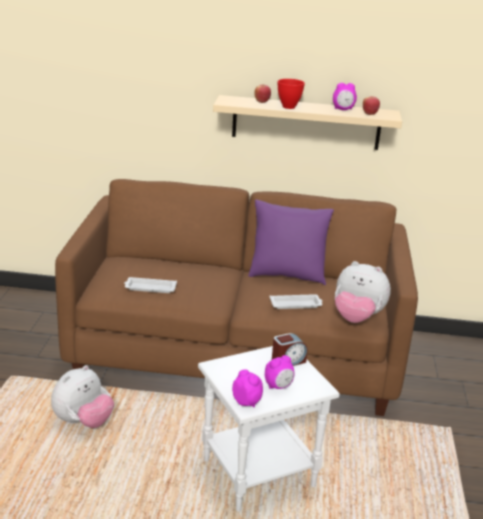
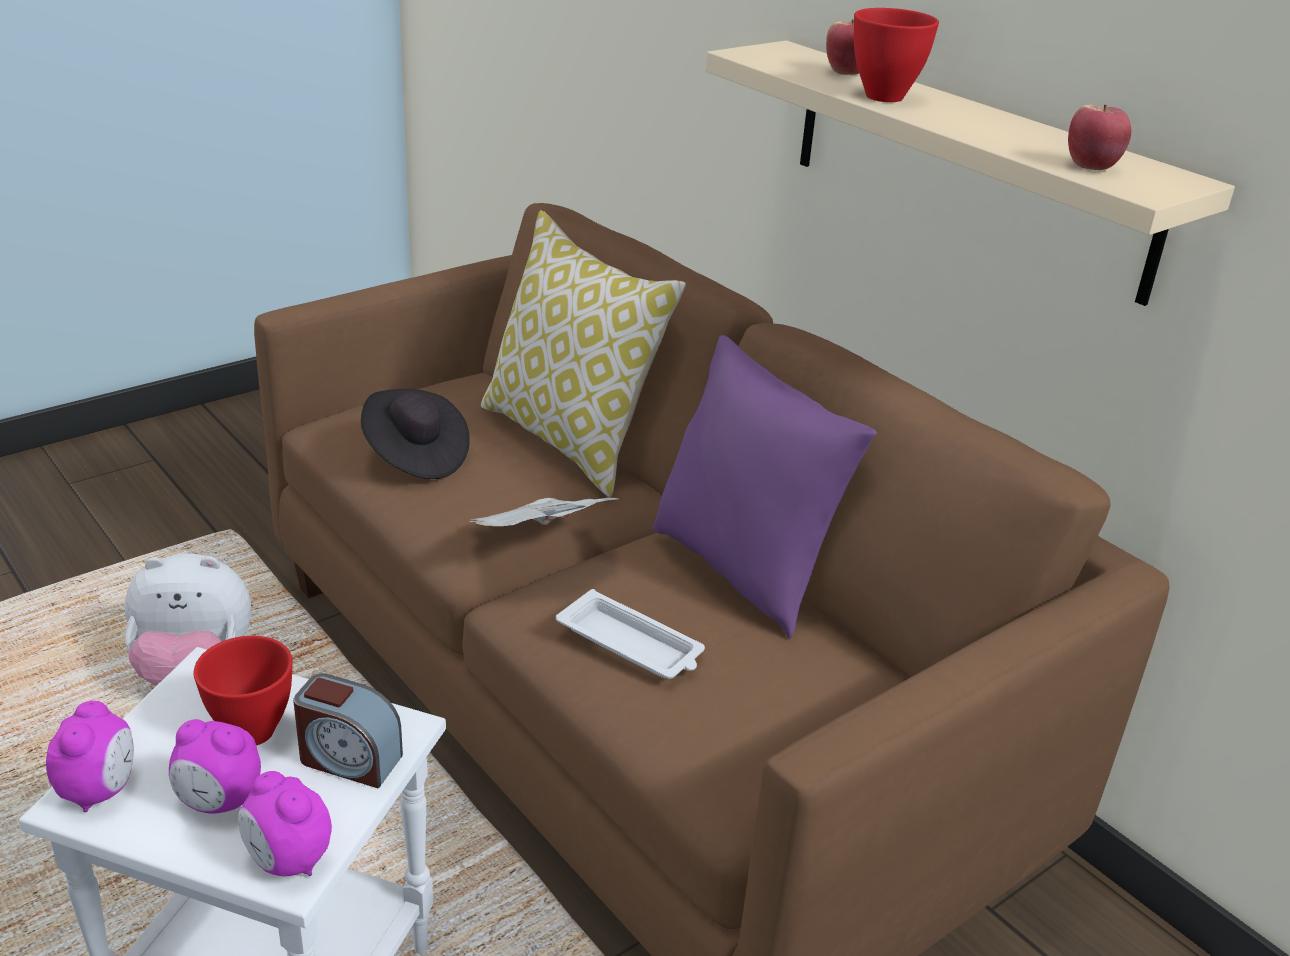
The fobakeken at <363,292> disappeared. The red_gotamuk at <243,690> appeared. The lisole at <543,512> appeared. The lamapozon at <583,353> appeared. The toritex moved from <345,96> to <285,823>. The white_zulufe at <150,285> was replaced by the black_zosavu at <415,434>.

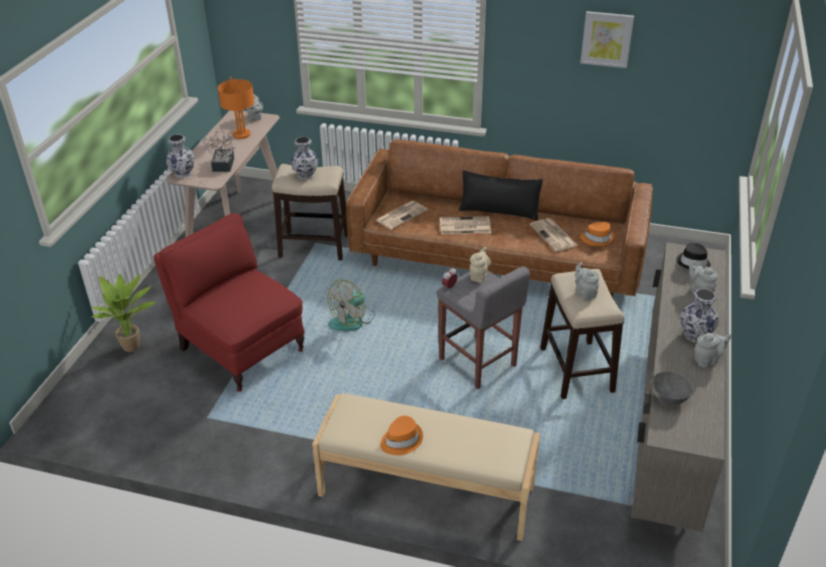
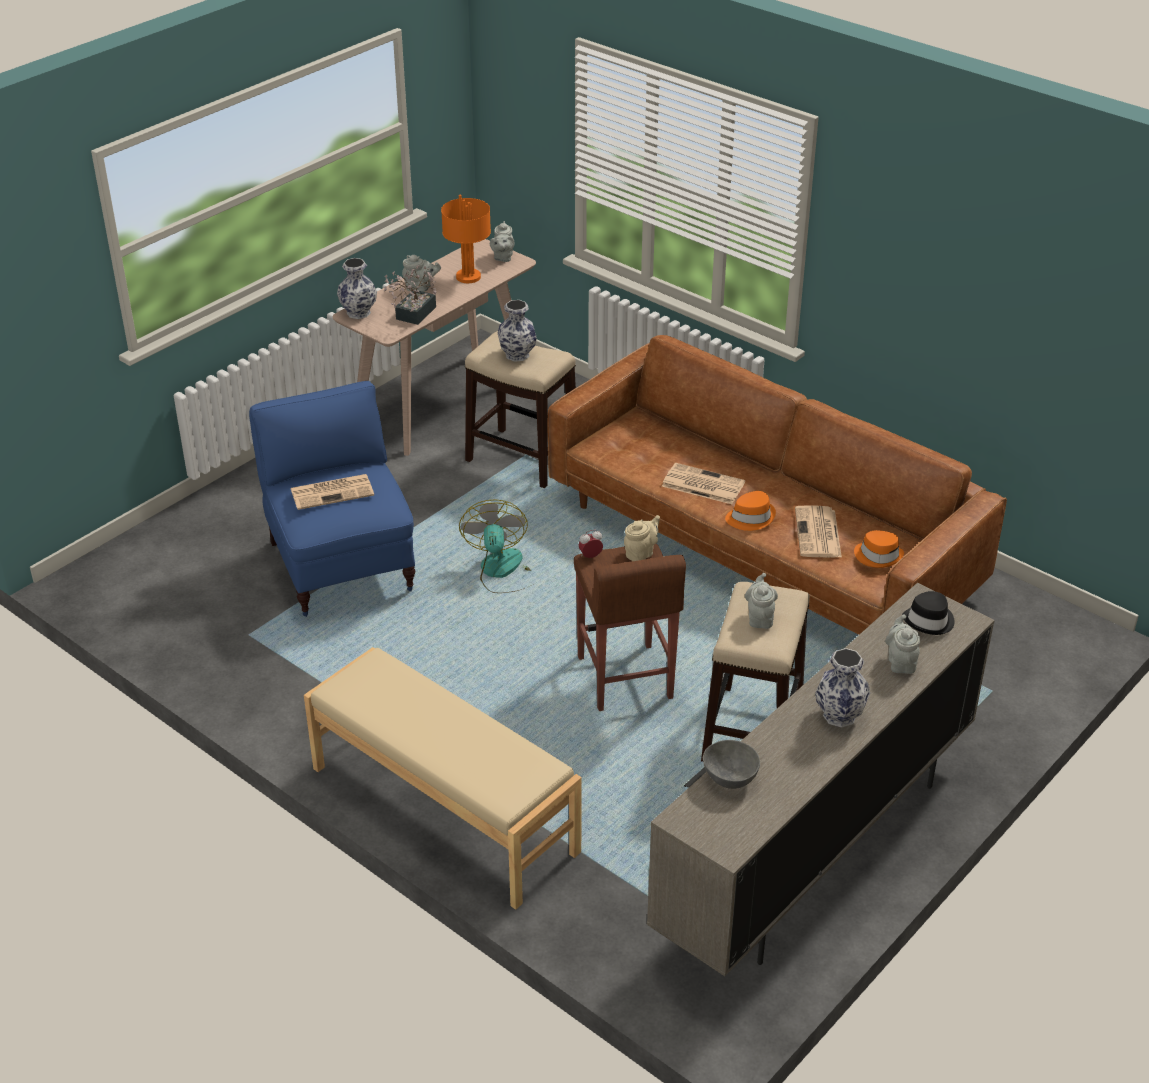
The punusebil at <123,313> disappeared. The black_lamapozon at <501,195> disappeared. The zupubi at <607,39> disappeared. The lisole moved from <401,215> to <332,492>. The orange_zosavu moved from <401,435> to <750,511>. The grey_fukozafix moved from <713,350> to <421,273>. The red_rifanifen at <229,302> became the blue_rifanifen at <332,499>. The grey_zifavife at <483,327> became the brown_zifavife at <630,627>. The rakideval at <351,305> turned 105 degrees clockwise.

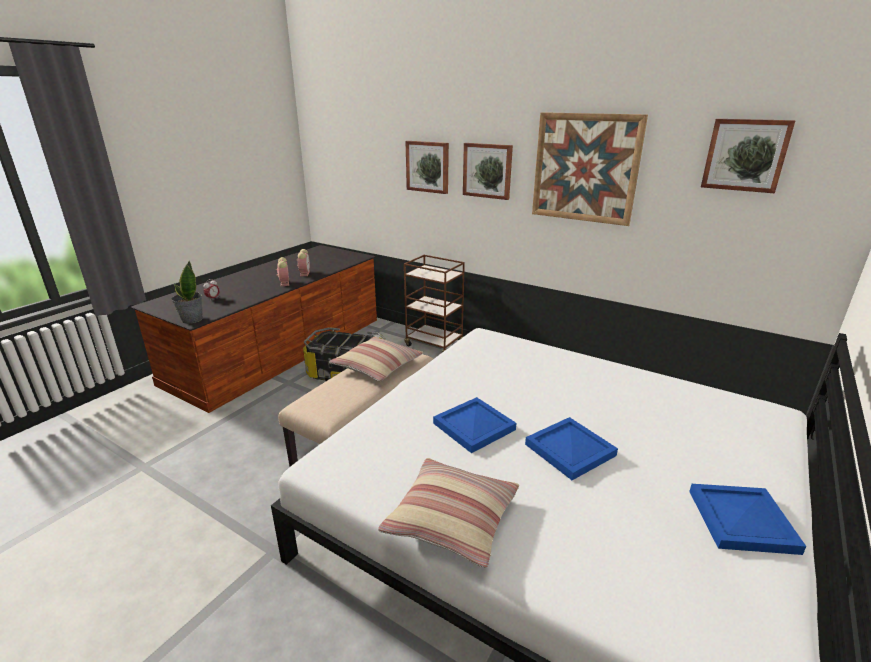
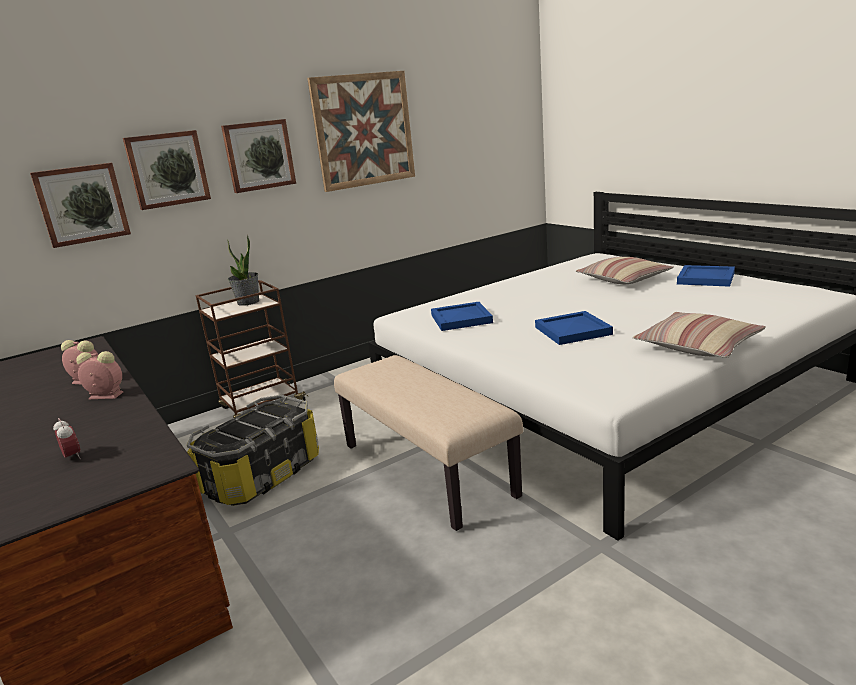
The punusebil moved from <187,292> to <243,270>. The lamapozon moved from <376,358> to <625,270>. The blue_zulufe moved from <571,448> to <462,316>. The zupubi moved from <748,156> to <80,205>.

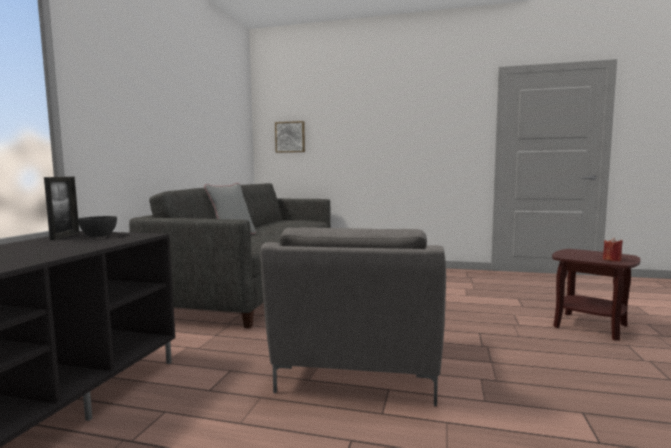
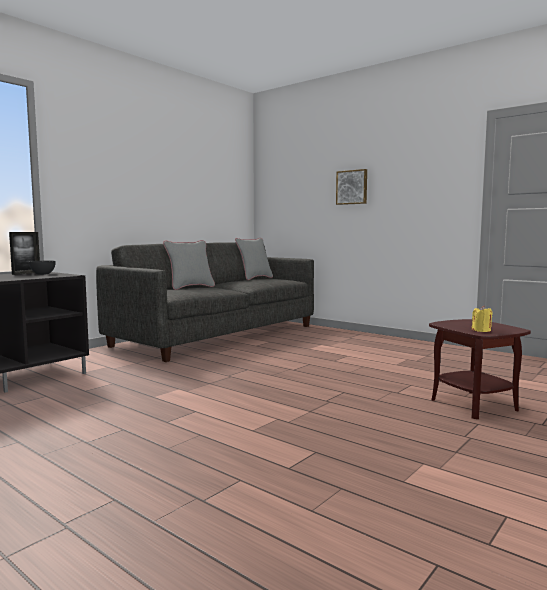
The grey_rifanifen at <353,316> disappeared. The grey_lamapozon at <254,259> appeared. The zupubi moved from <290,137> to <351,187>. The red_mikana at <613,249> became the yellow_mikana at <482,319>.

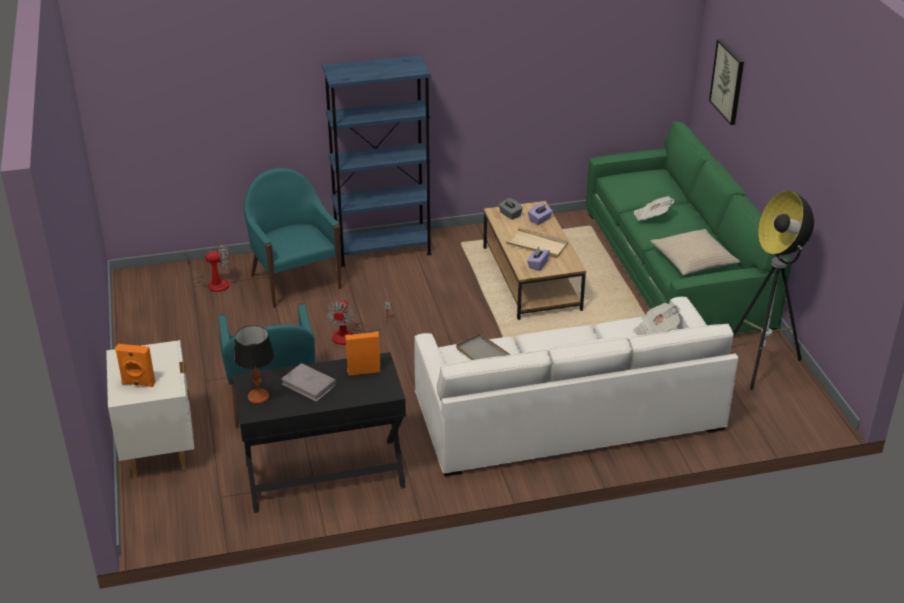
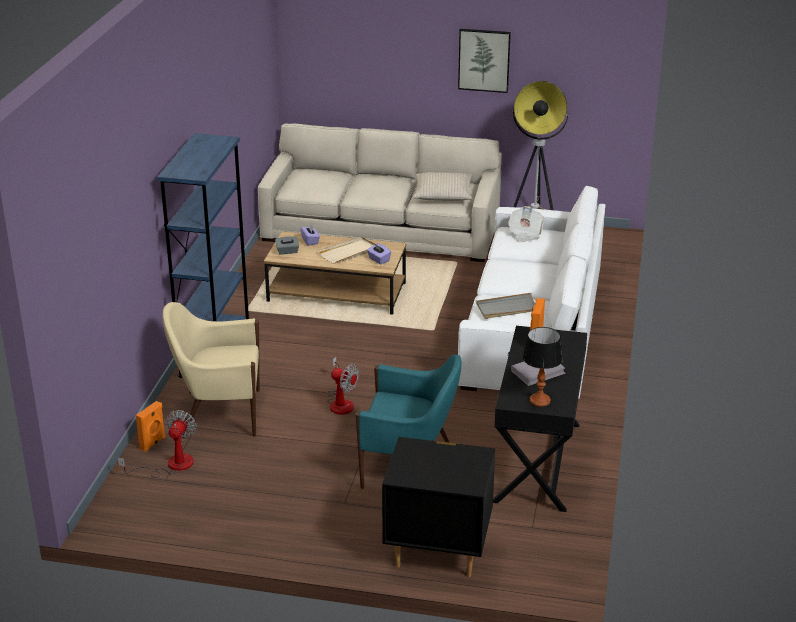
The lisole at <654,208> disappeared. The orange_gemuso moved from <135,365> to <150,426>. The zupubi moved from <726,82> to <484,61>. The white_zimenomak at <150,409> became the black_zimenomak at <438,507>. The turquoise_rifanifen at <292,238> became the beige_rifanifen at <211,370>. The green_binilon at <689,227> became the beige_binilon at <380,193>.

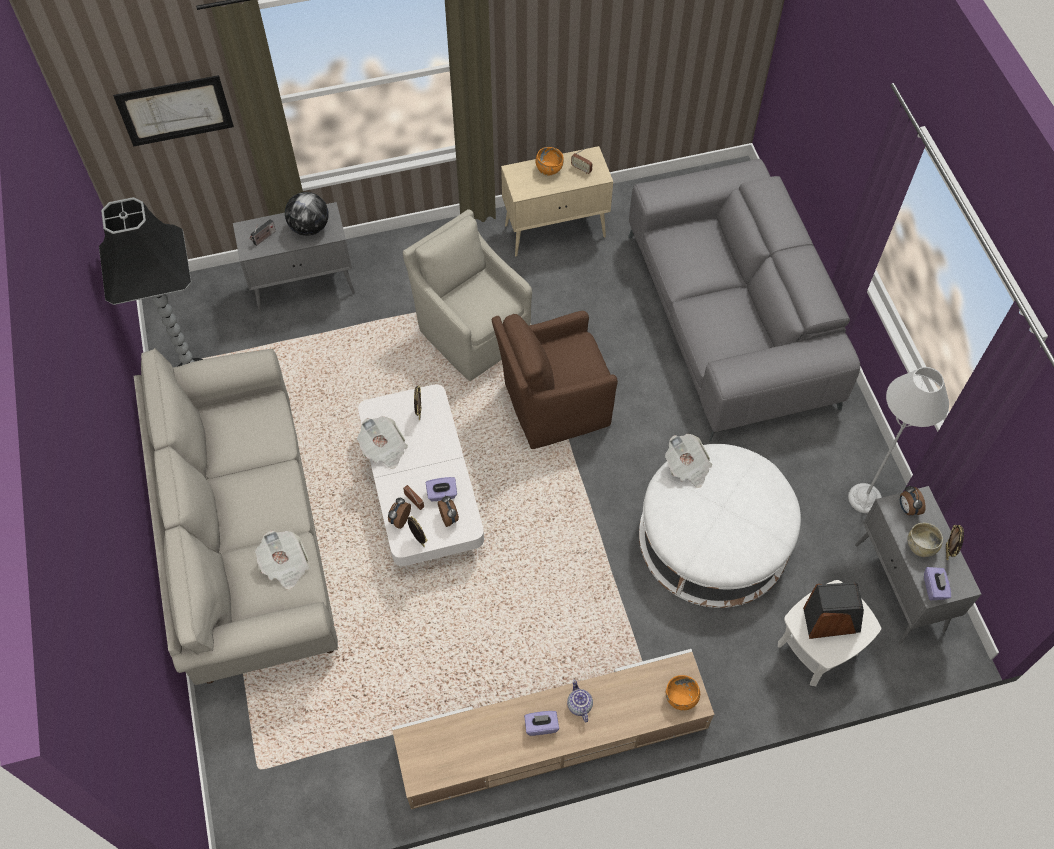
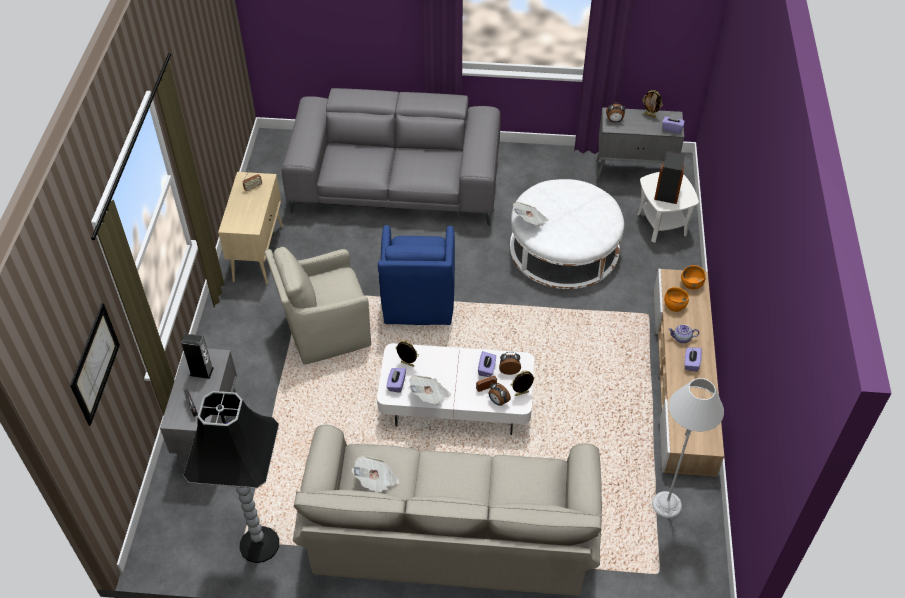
The beige_gotamuk at <925,540> disappeared. The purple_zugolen at <396,380> appeared. The lisole moved from <282,560> to <375,474>. The orange_gotamuk moved from <549,161> to <676,299>. The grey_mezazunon moved from <898,440> to <688,448>. The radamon at <307,214> was replaced by the gemuso at <197,356>. The brown_rifanifen at <555,380> became the blue_rifanifen at <416,275>.

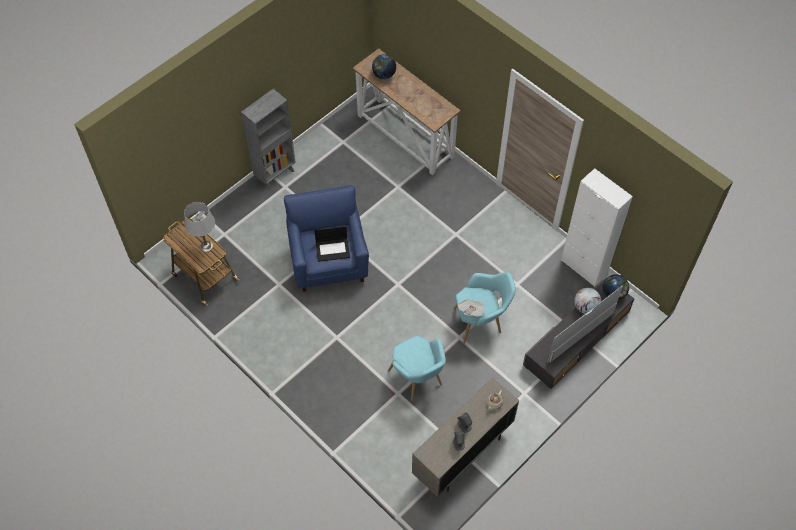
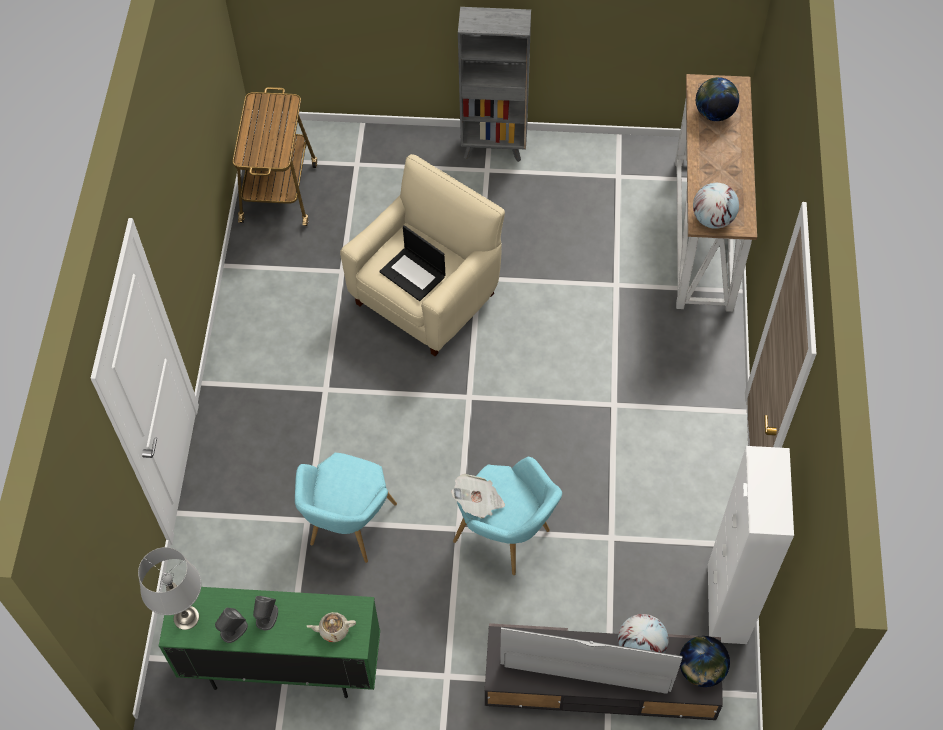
The radamon at <716,206> appeared. The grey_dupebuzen moved from <199,227> to <169,588>. The blue_rifanifen at <326,238> became the beige_rifanifen at <422,255>. The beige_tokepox at <465,437> became the green_tokepox at <269,641>.

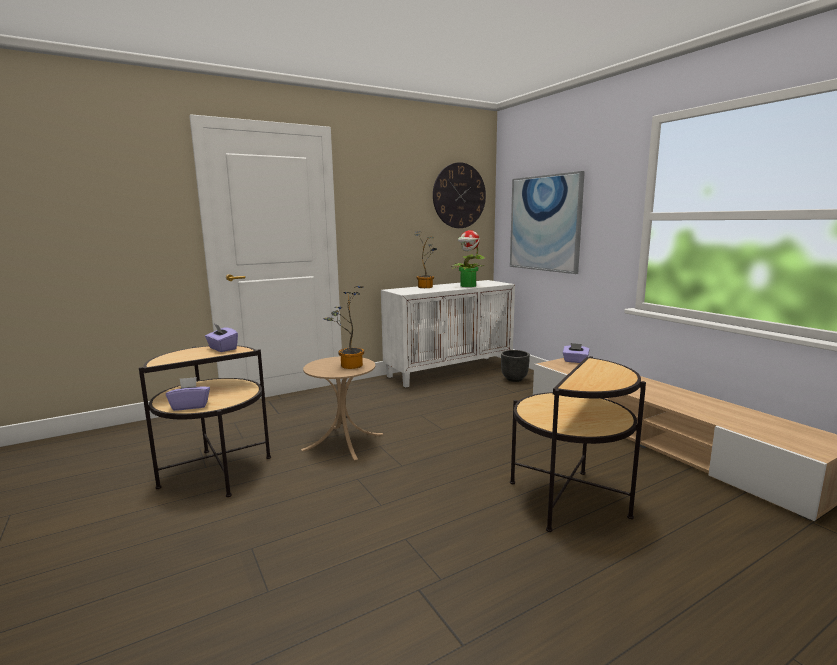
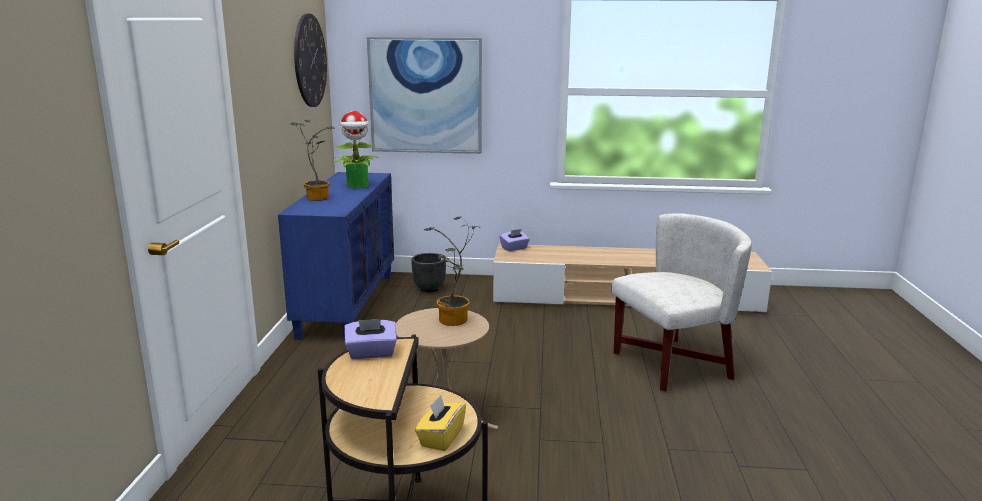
The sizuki at <578,444> was replaced by the white_rifanifen at <681,302>. The purple_zugolen at <188,394> became the yellow_zugolen at <440,423>. The white_tokepox at <448,334> became the blue_tokepox at <336,257>.

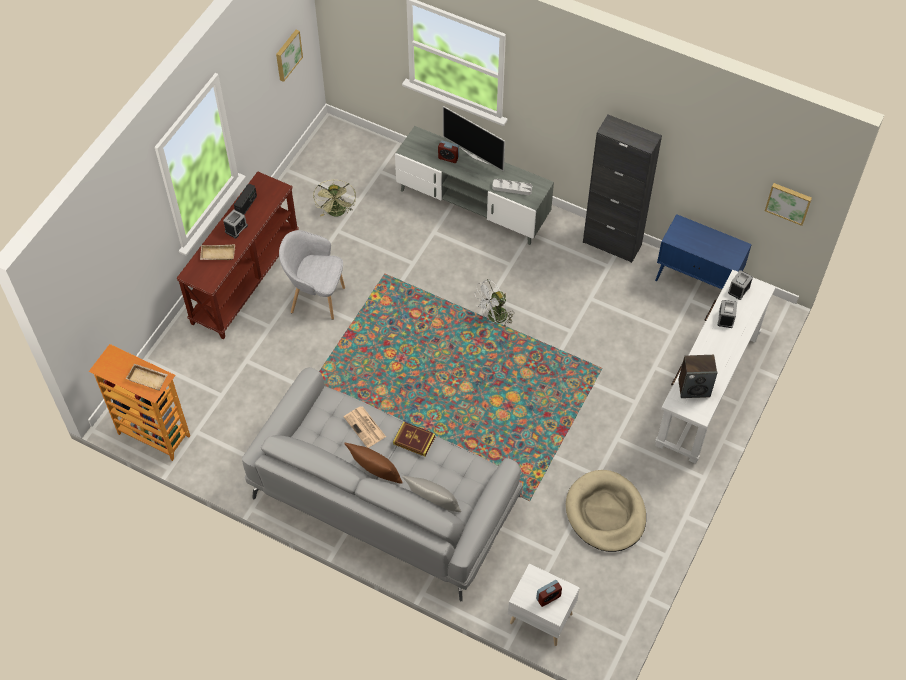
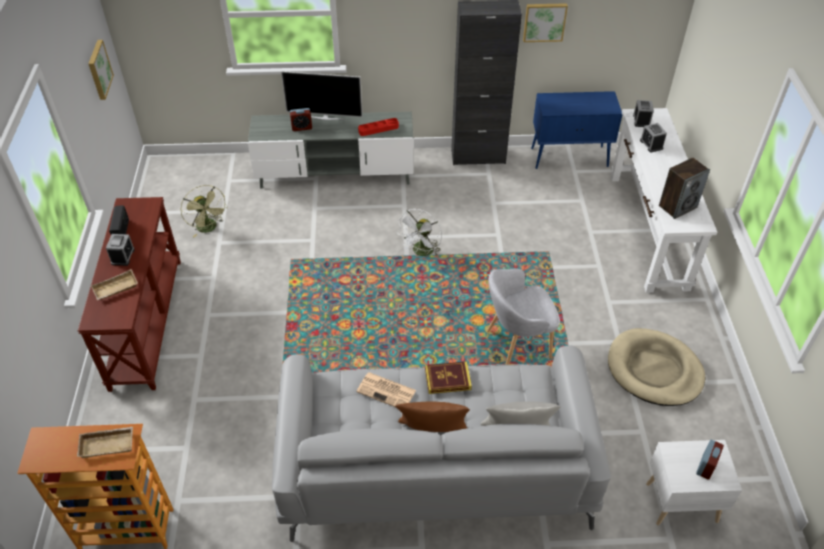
The grey_rifanifen moved from <312,275> to <523,317>. The zupubi moved from <788,204> to <545,22>. The grey_zulufe at <512,187> became the red_zulufe at <378,127>.

